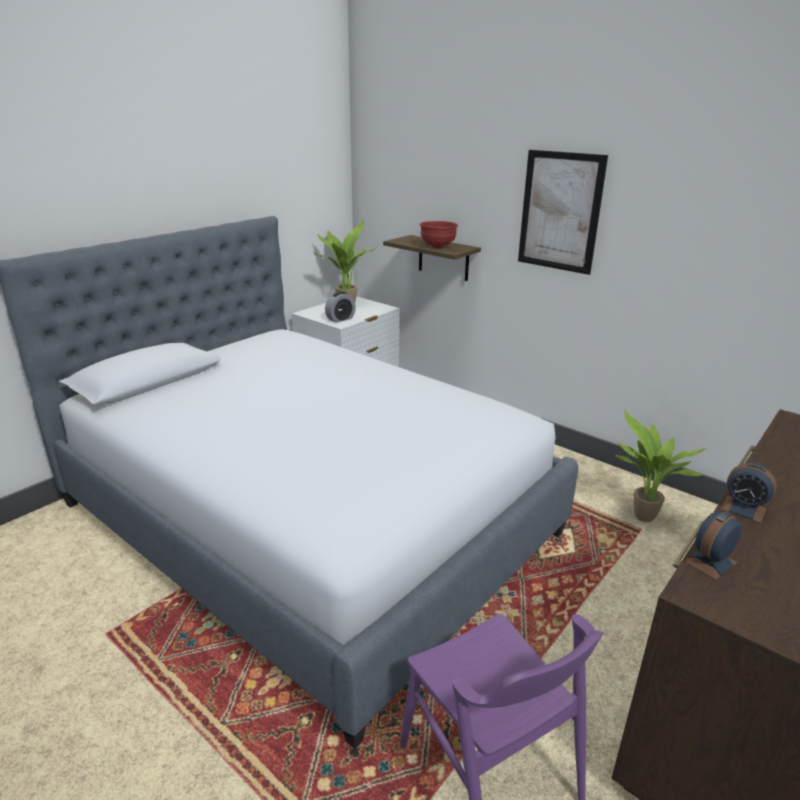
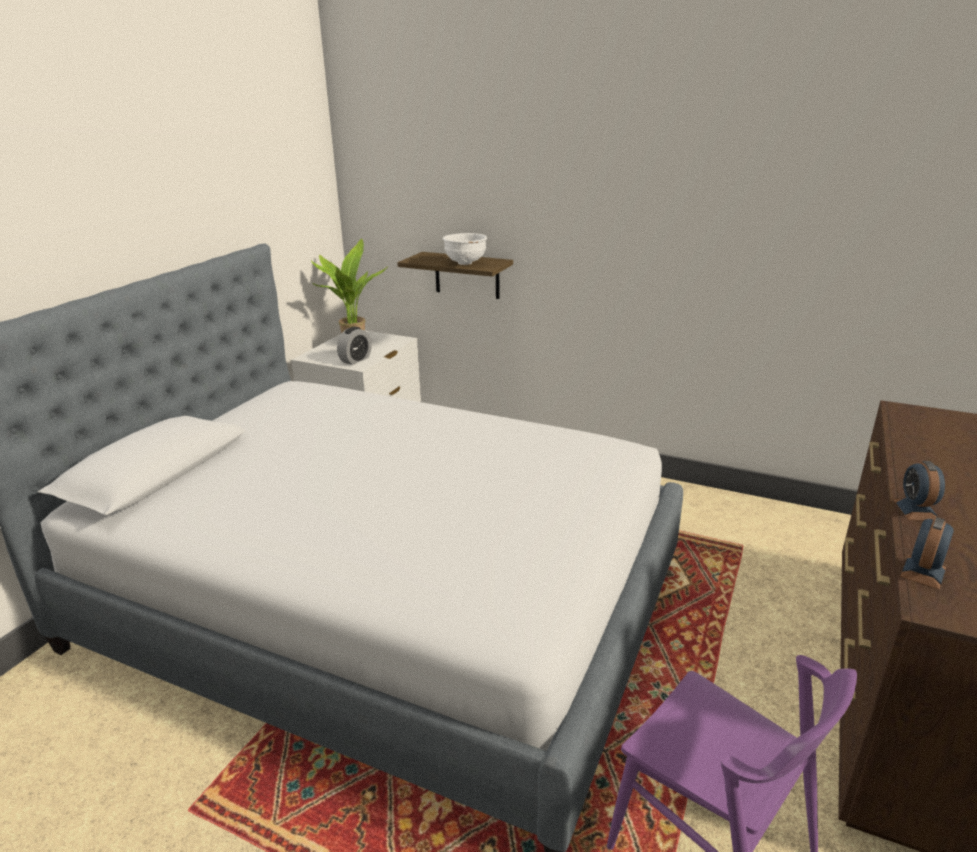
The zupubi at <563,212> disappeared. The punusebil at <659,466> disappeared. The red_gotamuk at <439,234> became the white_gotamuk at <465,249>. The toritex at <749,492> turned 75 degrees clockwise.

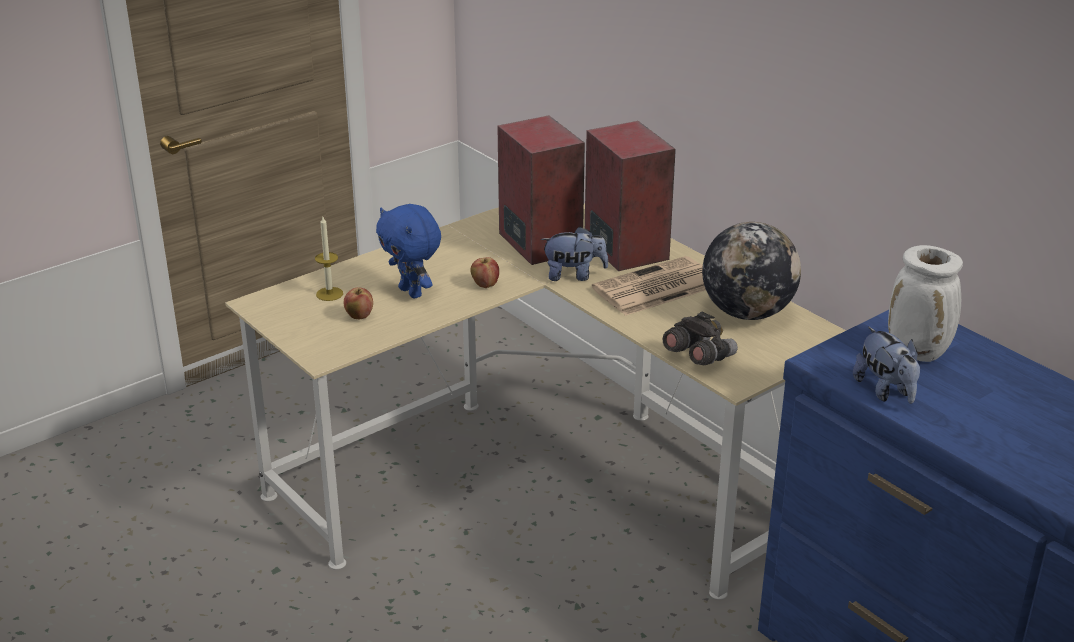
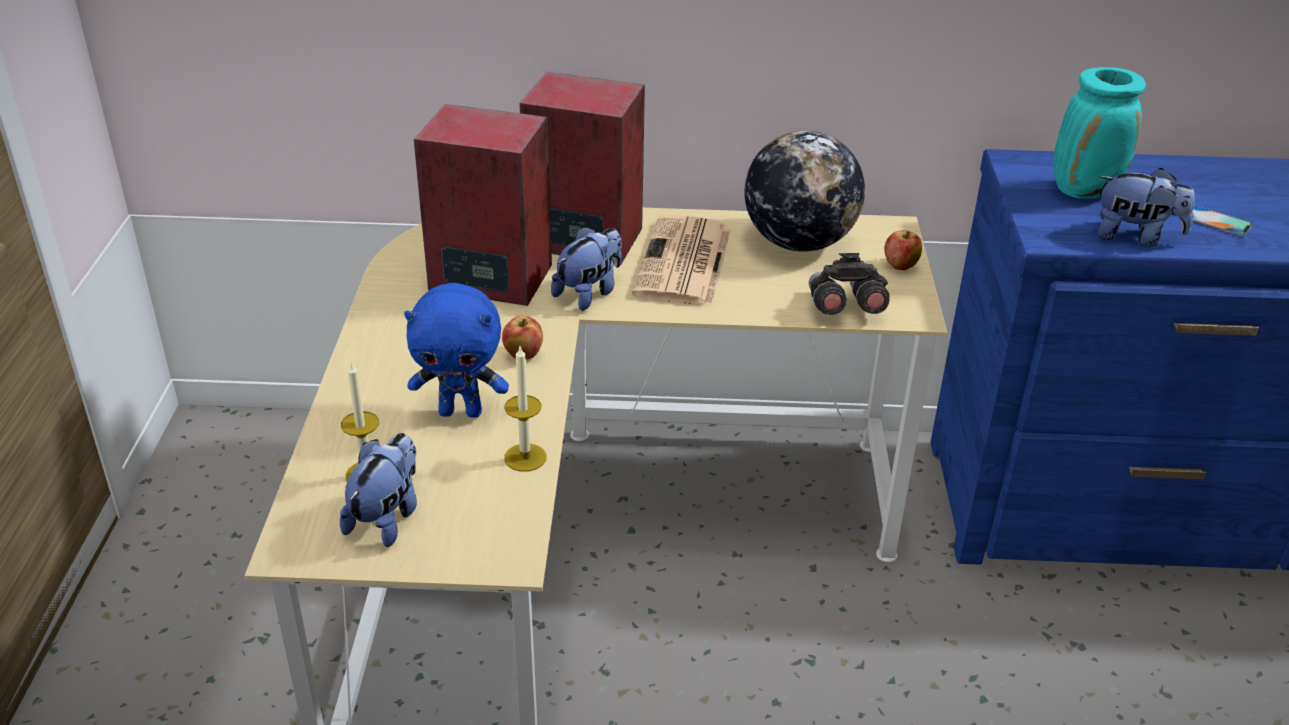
The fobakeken at <378,490> appeared. The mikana at <525,409> appeared. The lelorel at <1222,221> appeared. The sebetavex moved from <358,303> to <903,250>. The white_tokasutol at <925,303> became the turquoise_tokasutol at <1099,133>.

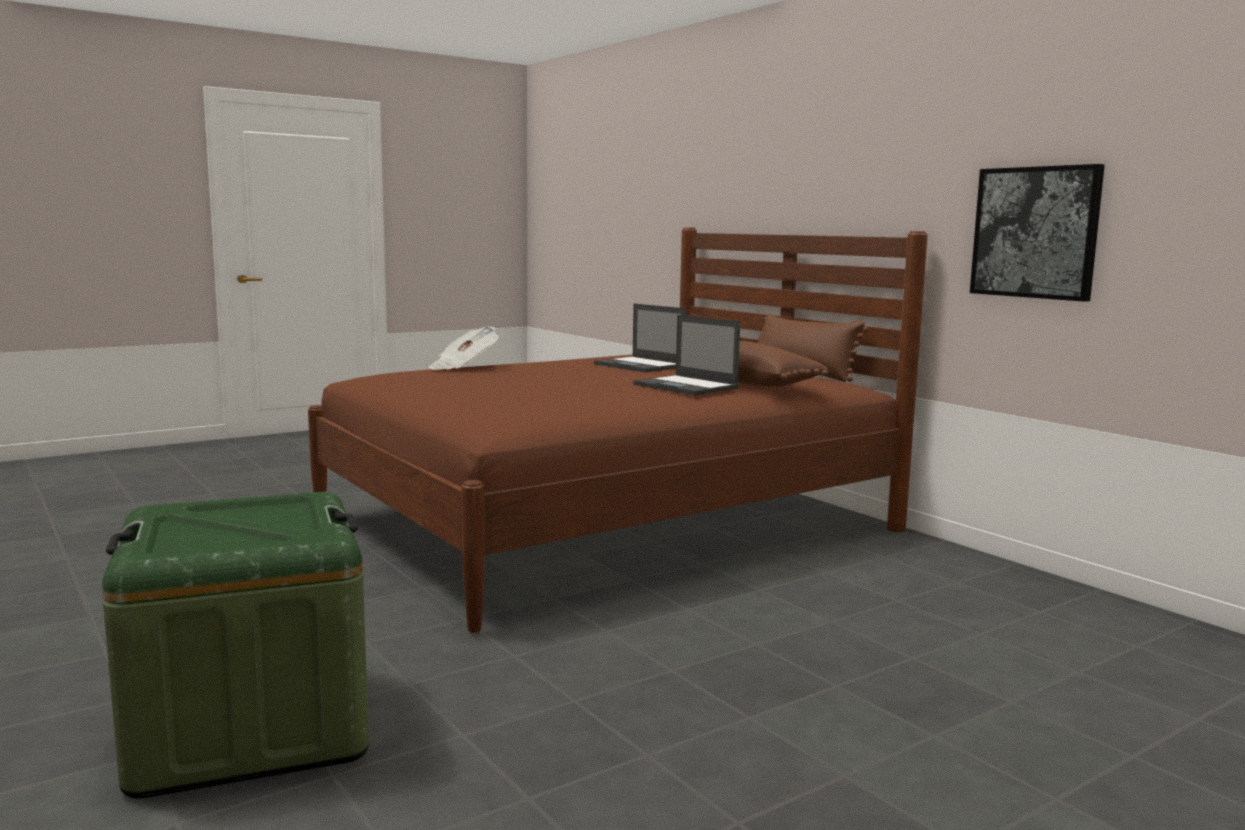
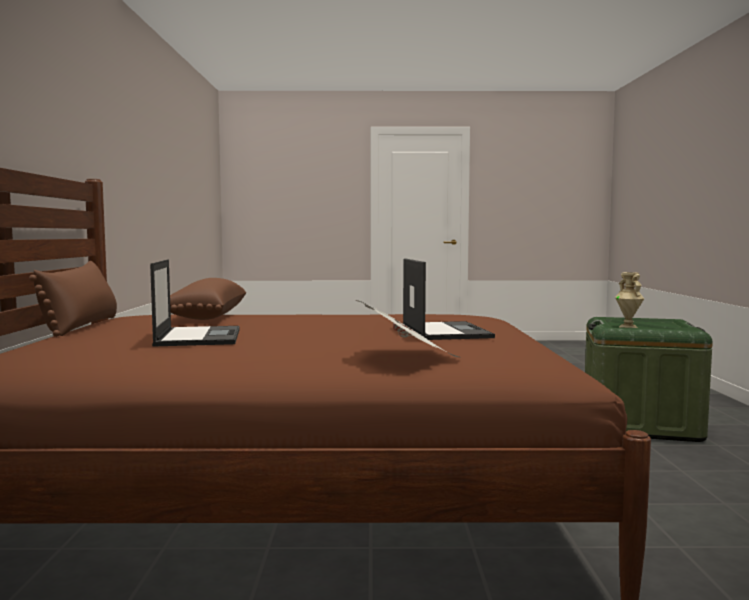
The zupubi at <1037,233> disappeared. The beige_tokasutol at <629,300> appeared. The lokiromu moved from <686,355> to <449,299>.

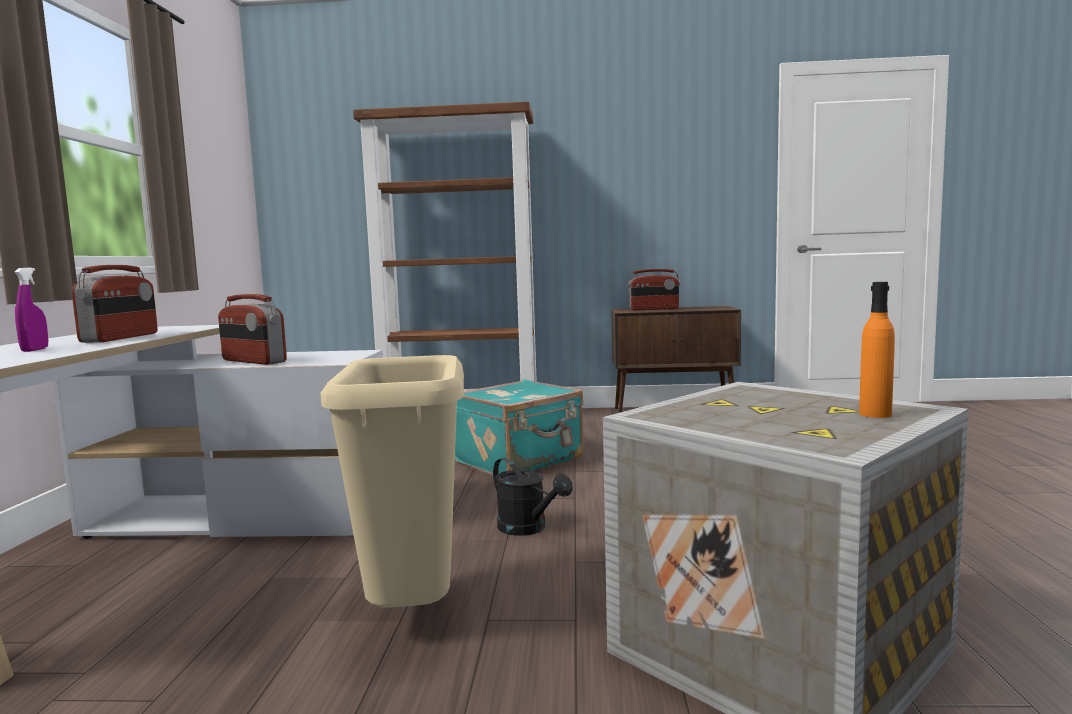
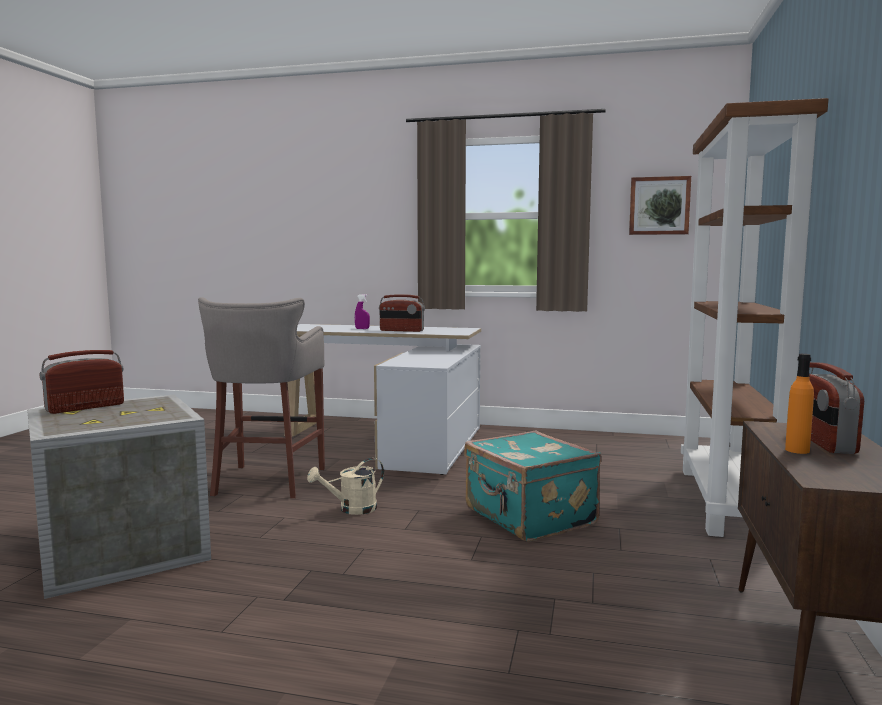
The zupubi at <660,205> appeared. The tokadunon moved from <252,329> to <82,382>. The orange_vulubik moved from <877,350> to <799,404>. The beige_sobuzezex at <392,481> was replaced by the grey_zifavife at <261,397>. The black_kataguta at <533,497> became the beige_kataguta at <345,486>.

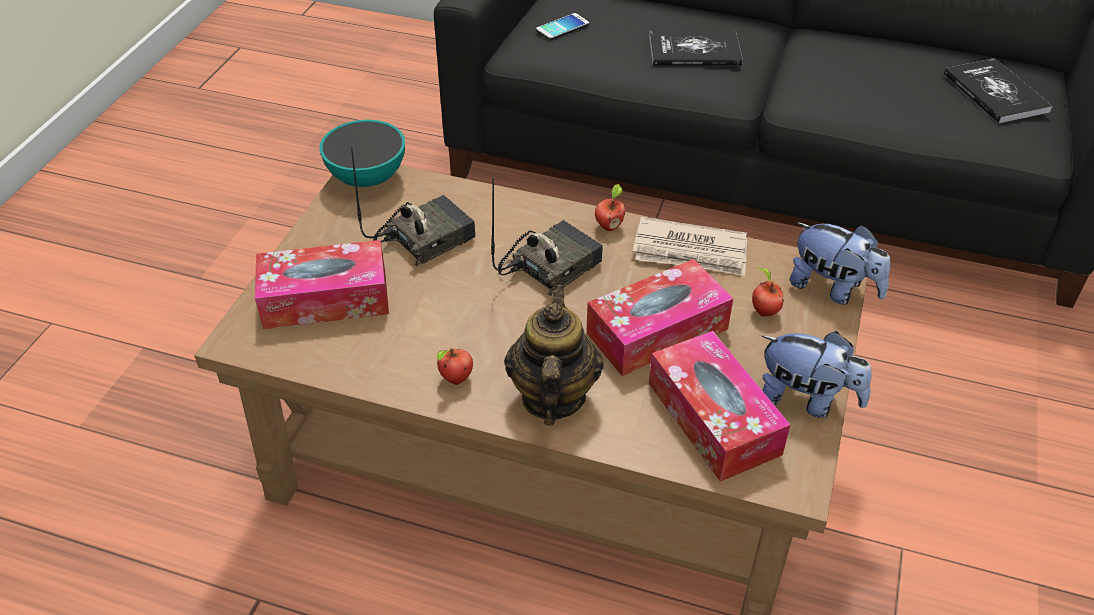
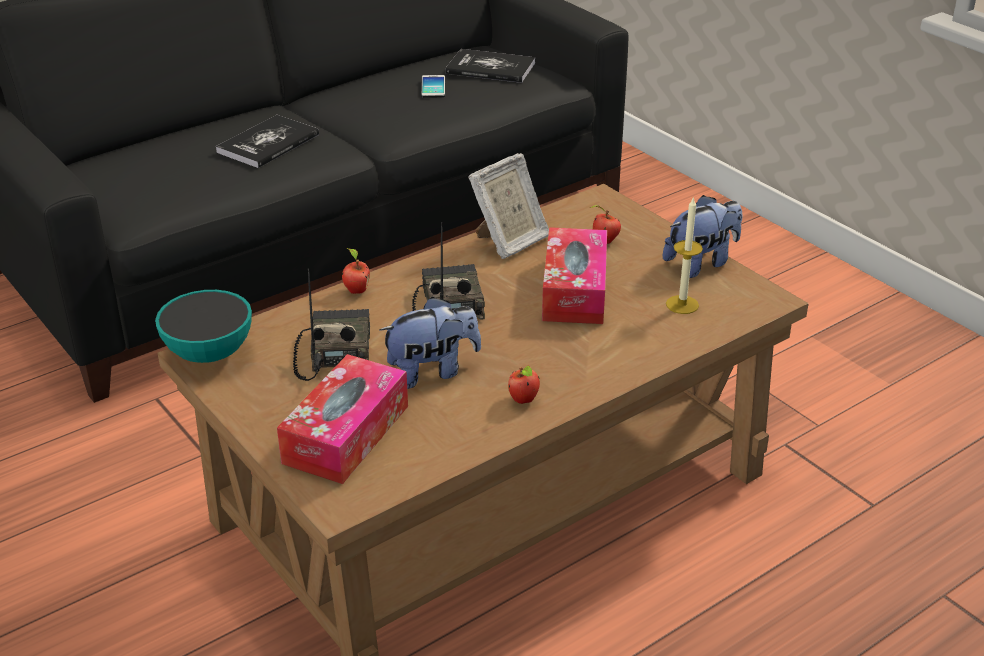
The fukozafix at <554,354> disappeared. The lelorel moved from <562,26> to <433,86>. The sebetavex moved from <610,207> to <356,271>. The fobakeken moved from <840,263> to <430,343>. The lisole at <690,246> was replaced by the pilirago at <508,206>. The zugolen at <719,406> was replaced by the mikana at <684,255>.

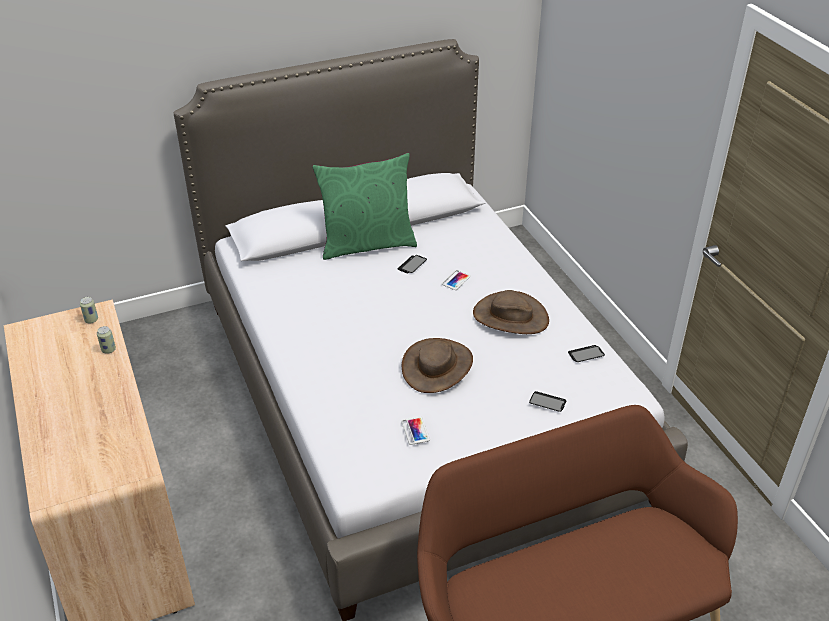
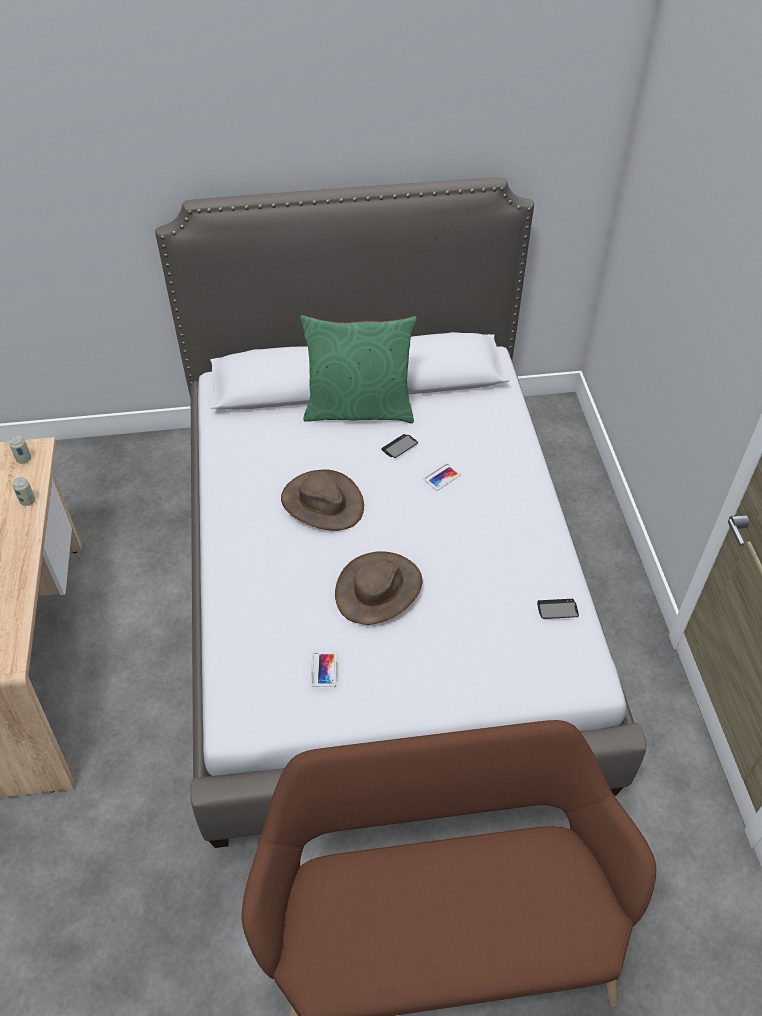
The lelorel at <547,401> disappeared. The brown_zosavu moved from <511,312> to <322,500>.

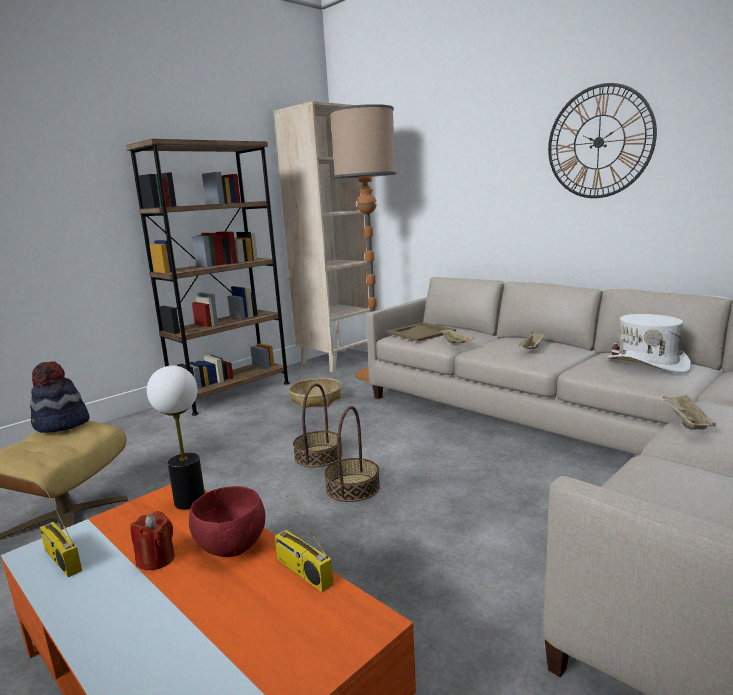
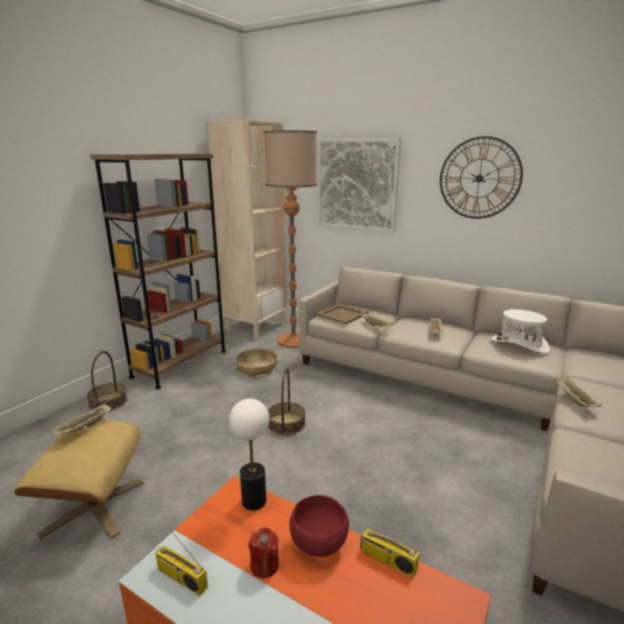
The zupubi at <359,185> appeared. The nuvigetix moved from <352,454> to <107,381>. The zosavu at <59,397> was replaced by the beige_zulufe at <80,419>.

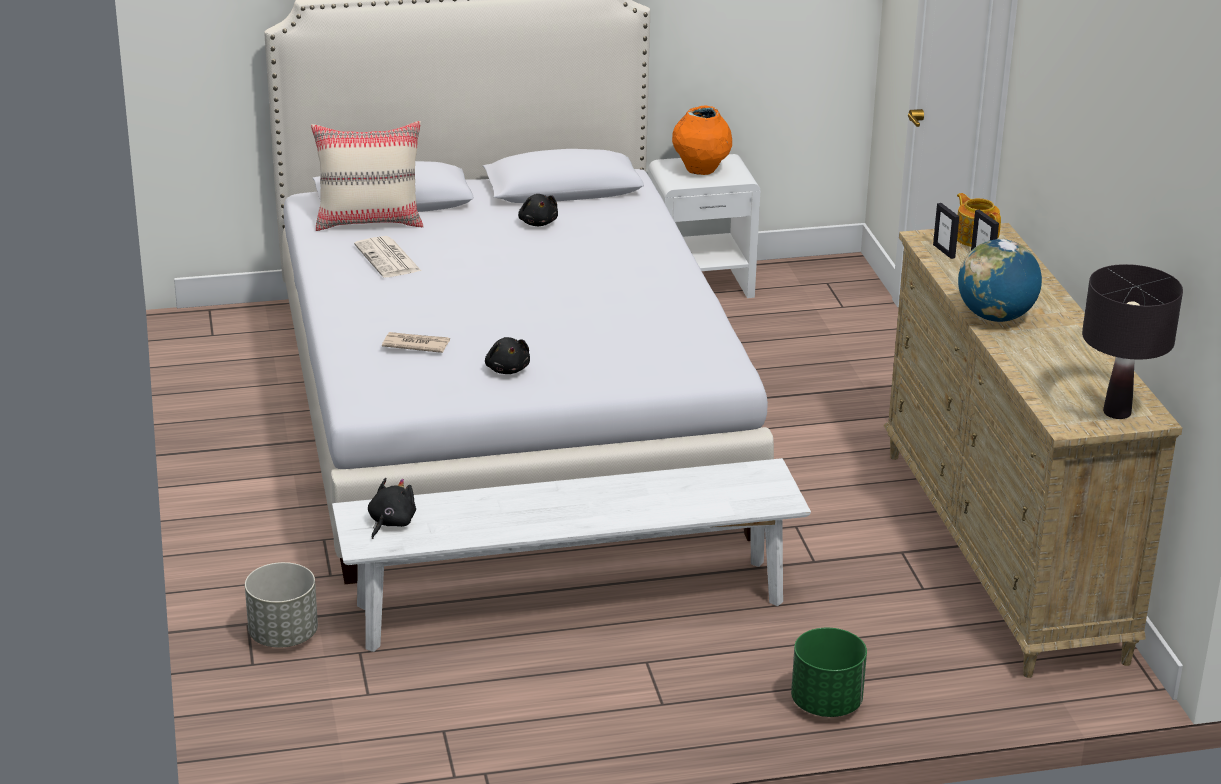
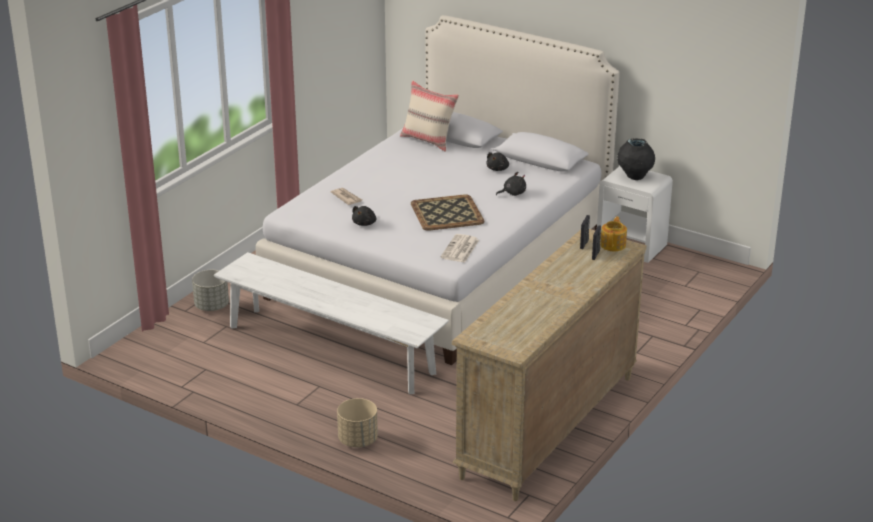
The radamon at <1000,280> disappeared. The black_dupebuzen at <1132,341> disappeared. The zulufe at <448,212> appeared. The lisole moved from <387,256> to <460,248>. The black_fobakeken moved from <392,508> to <511,184>. The orange_tokasutol at <702,140> became the black_tokasutol at <636,159>. The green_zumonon at <829,672> became the beige_zumonon at <357,422>.

